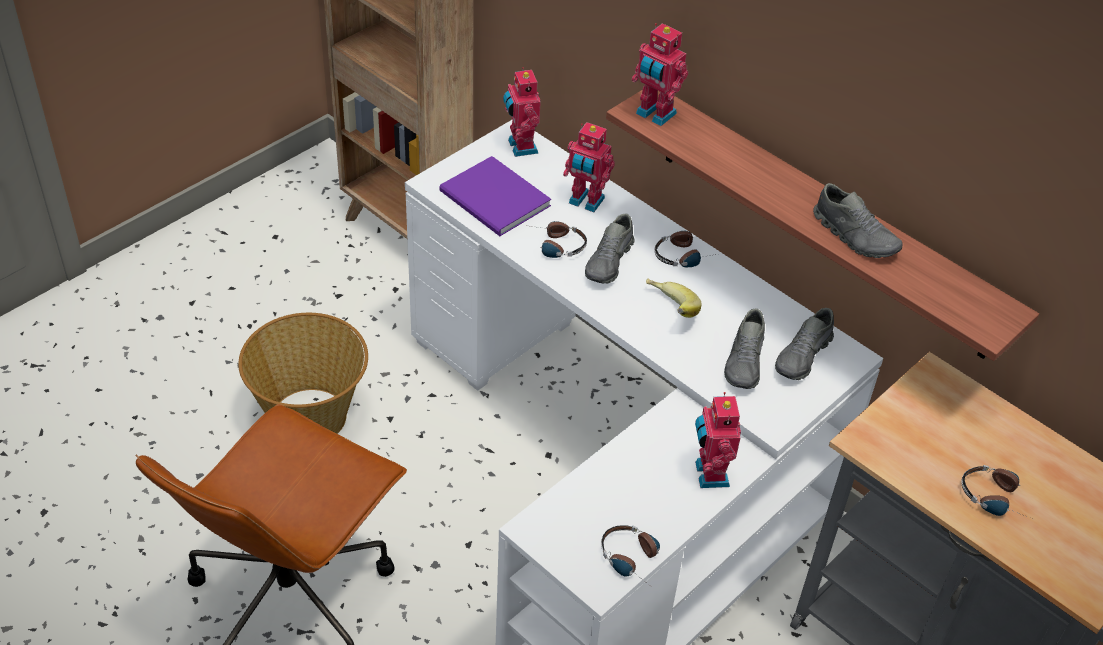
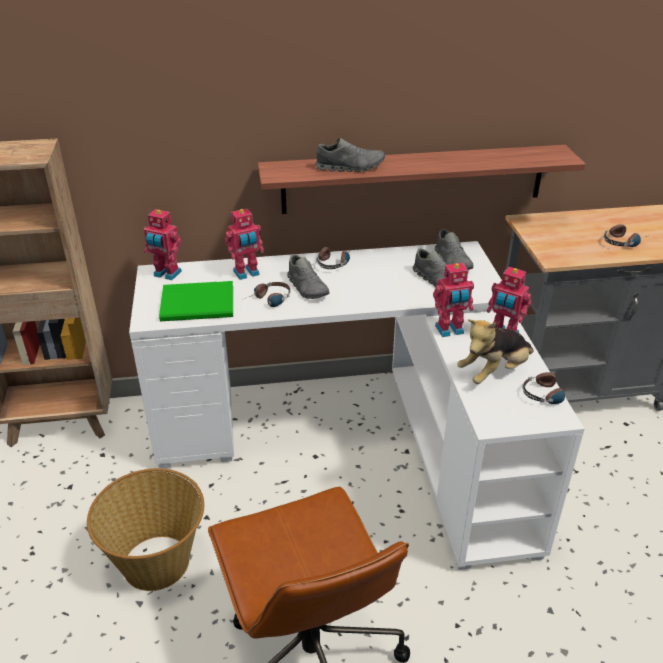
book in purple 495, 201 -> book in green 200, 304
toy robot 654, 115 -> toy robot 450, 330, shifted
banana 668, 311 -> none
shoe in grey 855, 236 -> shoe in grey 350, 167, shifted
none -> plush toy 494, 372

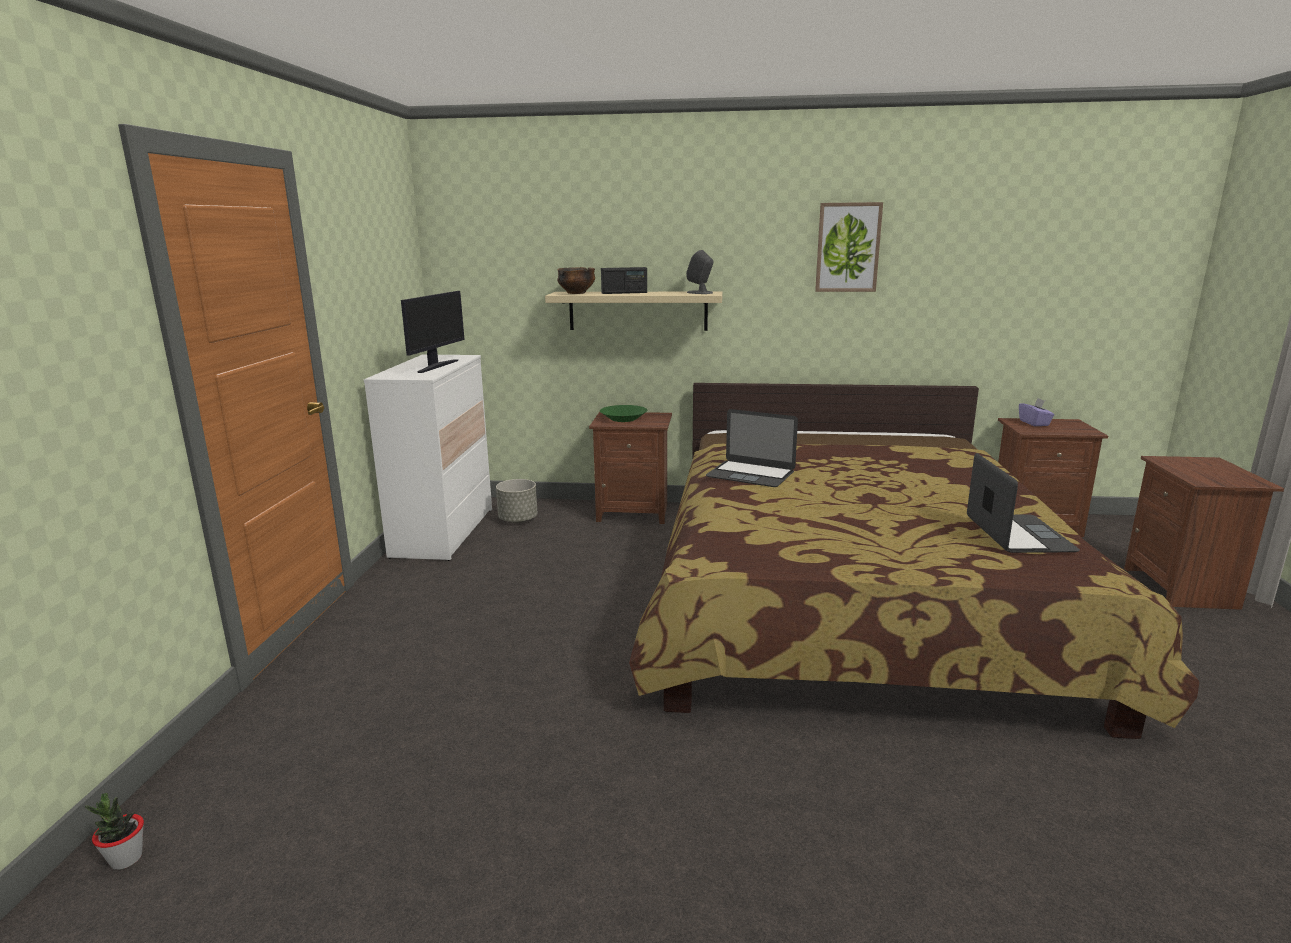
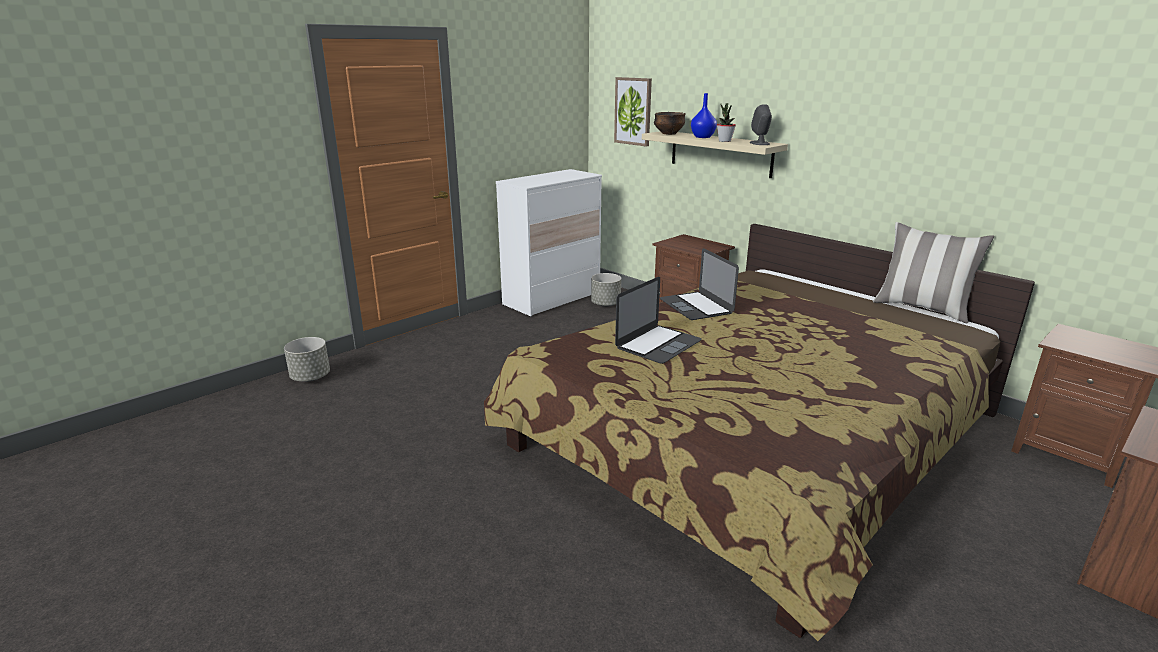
potted plant 126, 859 -> potted plant 724, 141, shifted
monitor 436, 366 -> none
bowl in green 624, 419 -> none
radio 624, 293 -> vase in blue 703, 137
picture 848, 247 -> picture 633, 111, shifted
laptop 1018, 534 -> laptop 658, 344, shifted
tissue box in purple 1034, 423 -> none
none -> planter in grey 311, 377
none -> pillow 922, 309

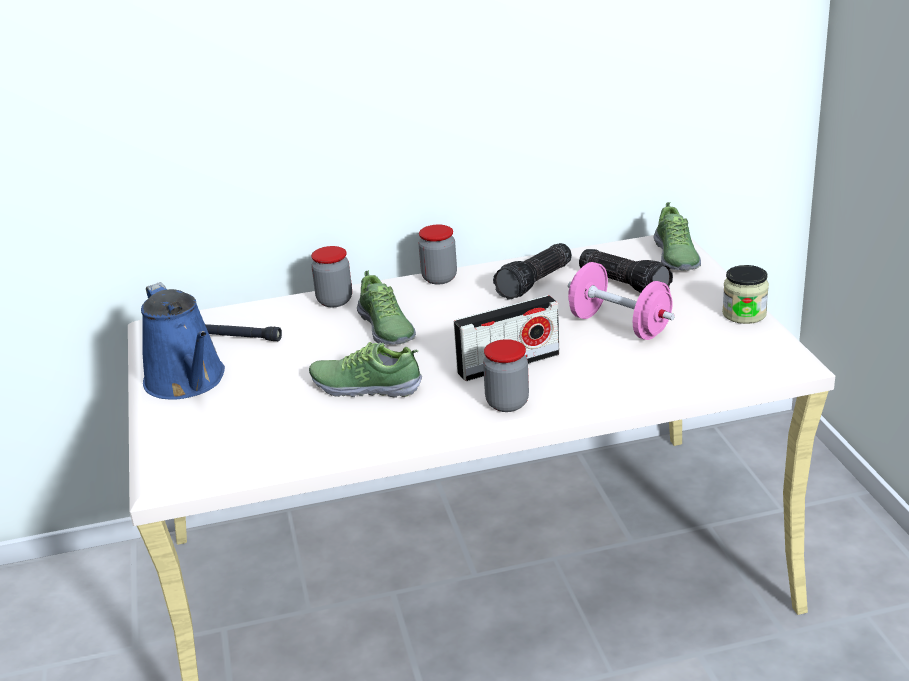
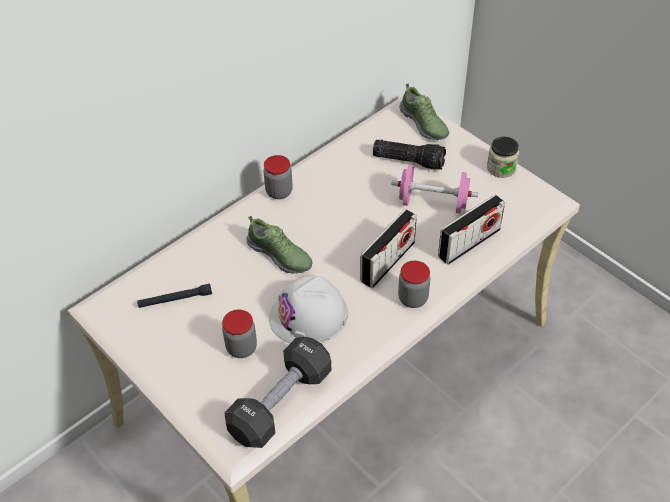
watering can in blue 187, 382 -> none
shoe 366, 386 -> hard hat in white 309, 316
jar 334, 301 -> jar 241, 348, shifted
flashlight 536, 283 -> none
none -> dumbbell in black 280, 403
none -> radio 469, 243

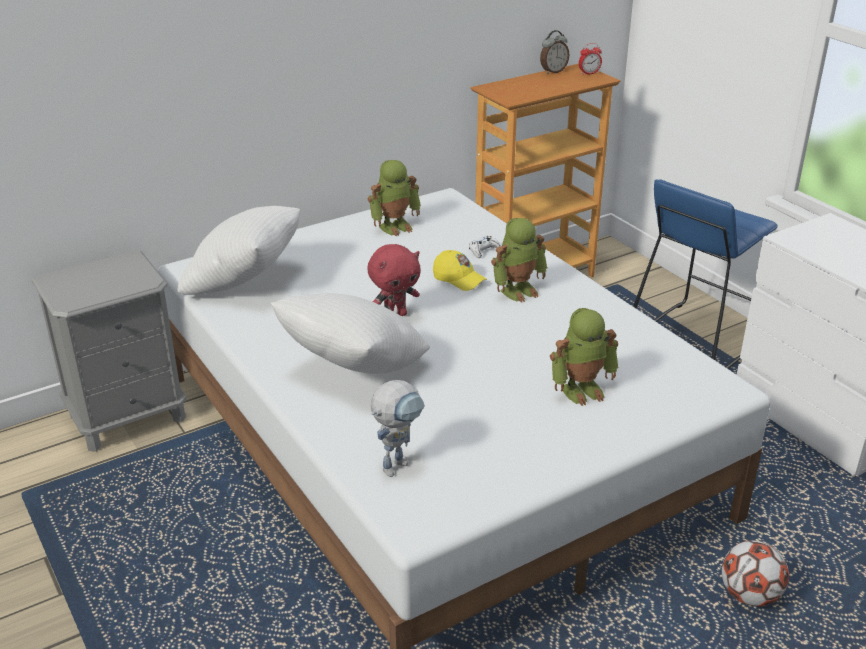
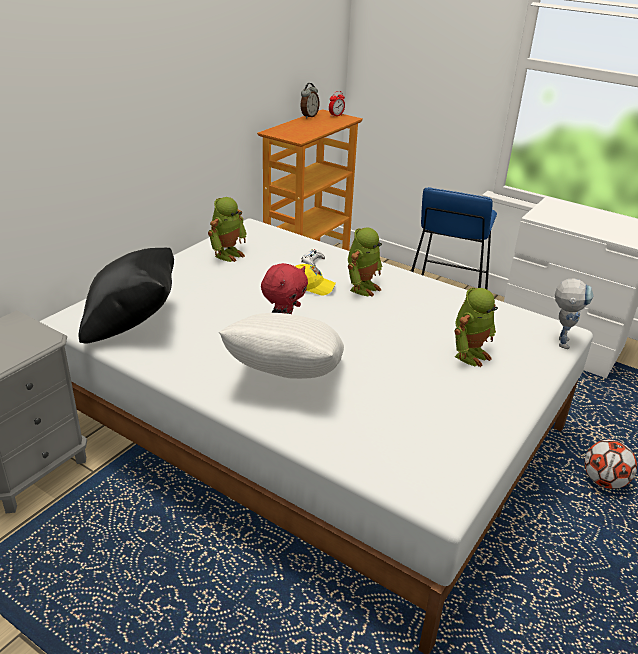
pillow in white 245, 282 -> pillow in black 132, 322
toy robot 398, 462 -> toy robot 561, 340, shifted

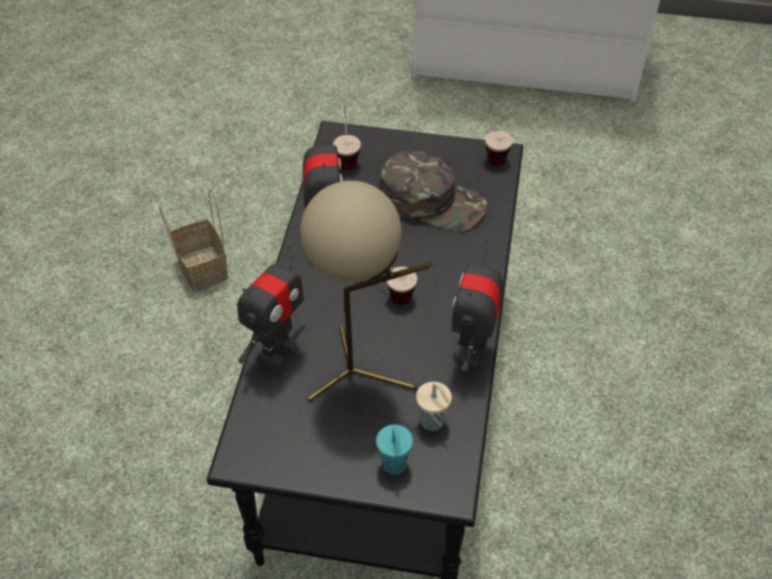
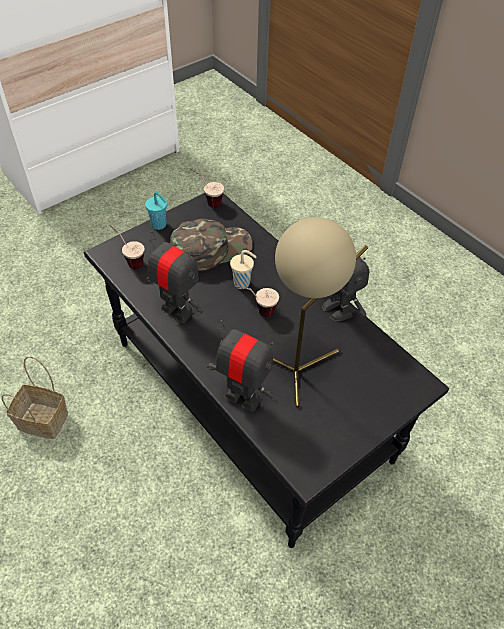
toy robot 277, 351 -> toy robot 243, 397, 45 degrees counterclockwise
cup in turquoise 394, 466 -> cup in turquoise 159, 225, shifted
cup in beige 433, 422 -> cup in beige 243, 283, shifted

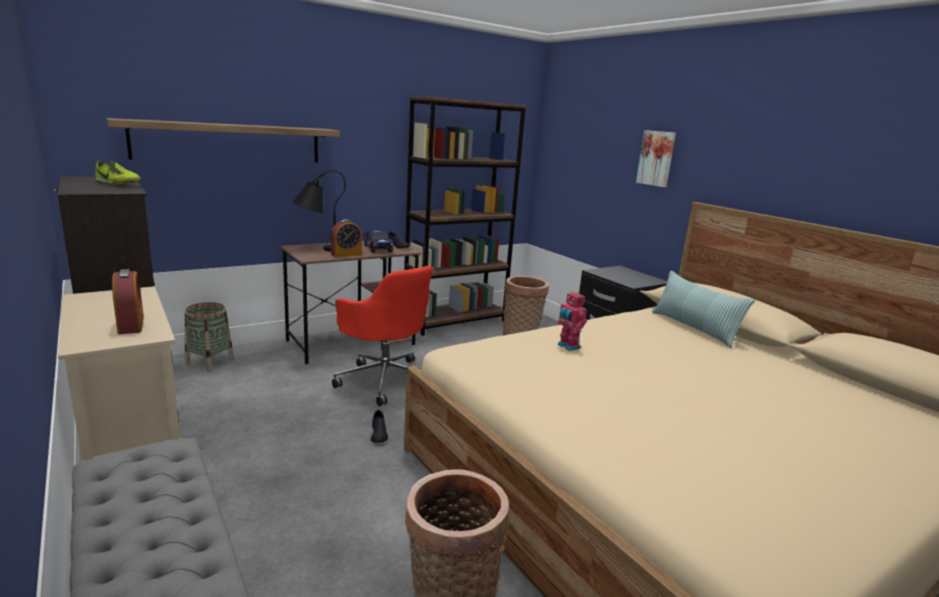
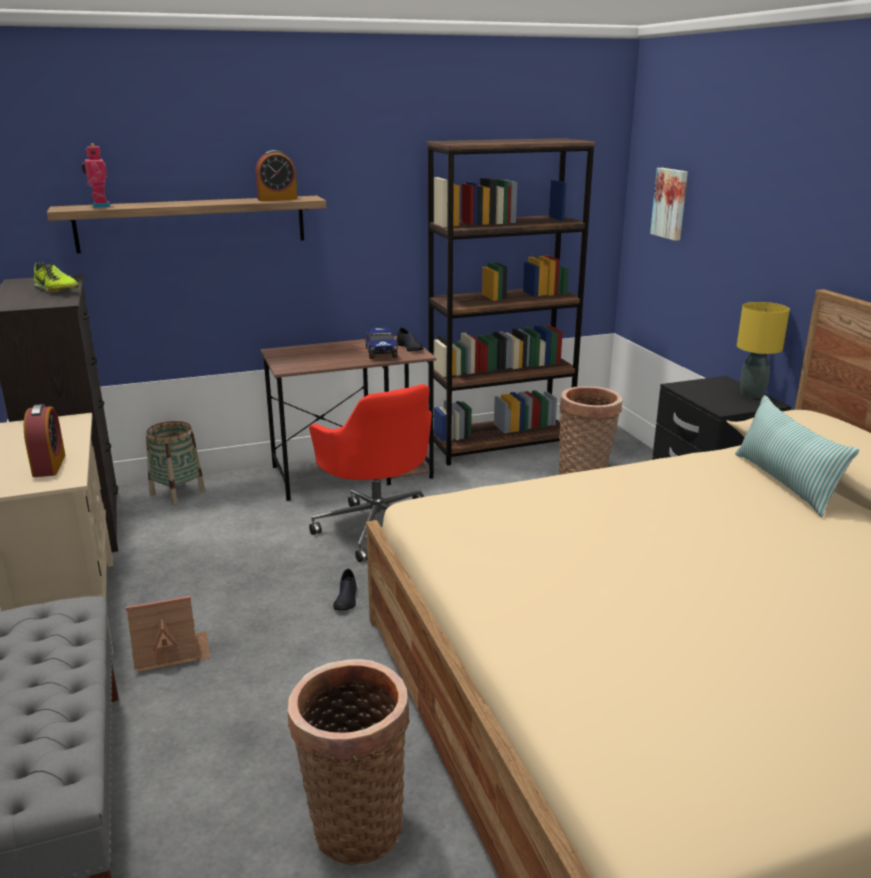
table lamp in black 319, 249 -> none
alarm clock 346, 254 -> alarm clock 277, 199, shifted
toy robot 567, 347 -> toy robot 100, 206, shifted
picture 656, 158 -> picture 671, 203, shifted
none -> toy house 171, 652
none -> table lamp in yellow 751, 394

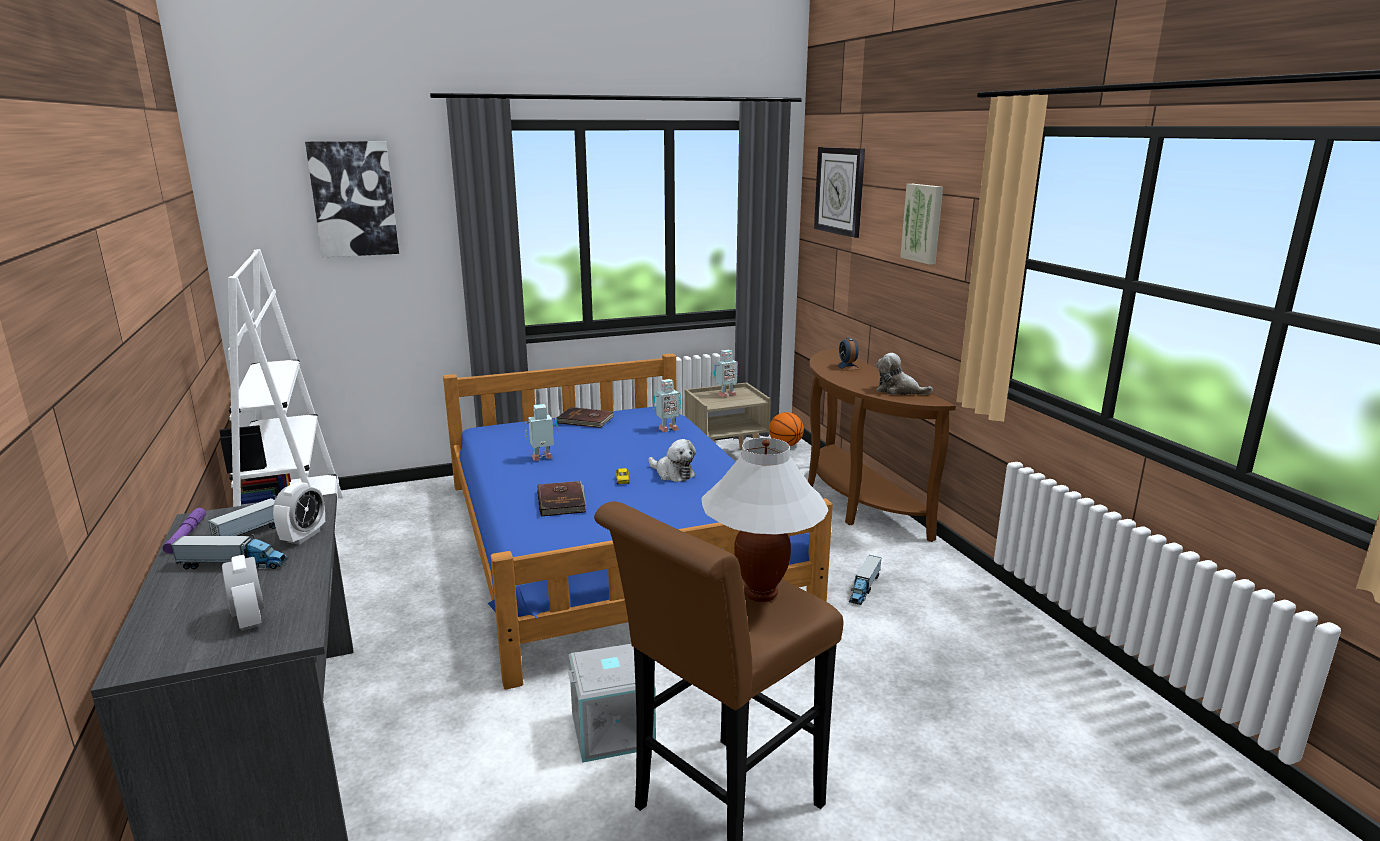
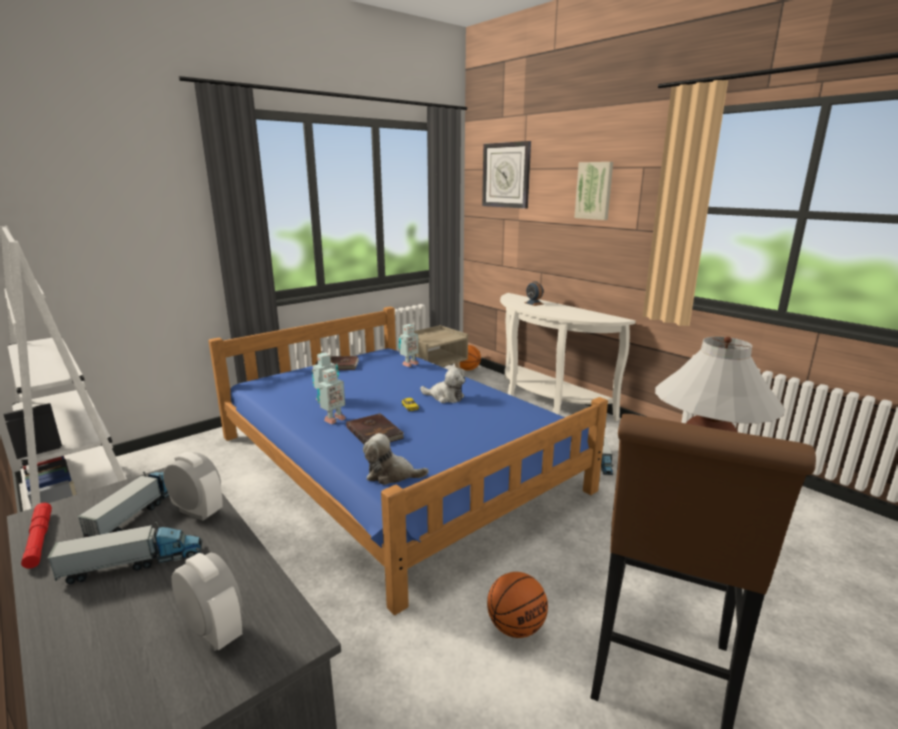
flashlight in purple 186, 535 -> flashlight in red 39, 539
alarm clock 304, 536 -> alarm clock 198, 511, 60 degrees counterclockwise
picture 353, 199 -> none
storage box in grey 613, 729 -> basketball 515, 627
toy robot 725, 395 -> toy robot 333, 420, shifted
console table in brown 853, 502 -> console table in white 545, 402
plush toy 898, 391 -> plush toy 391, 475, shifted

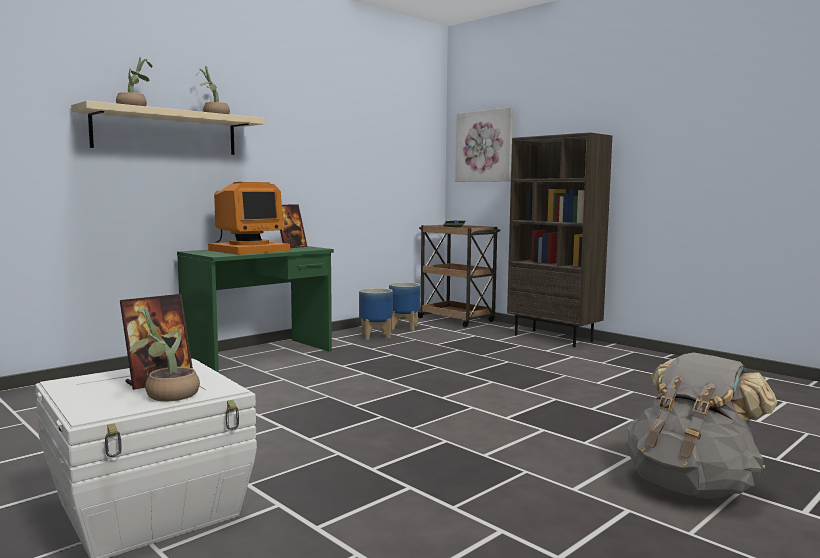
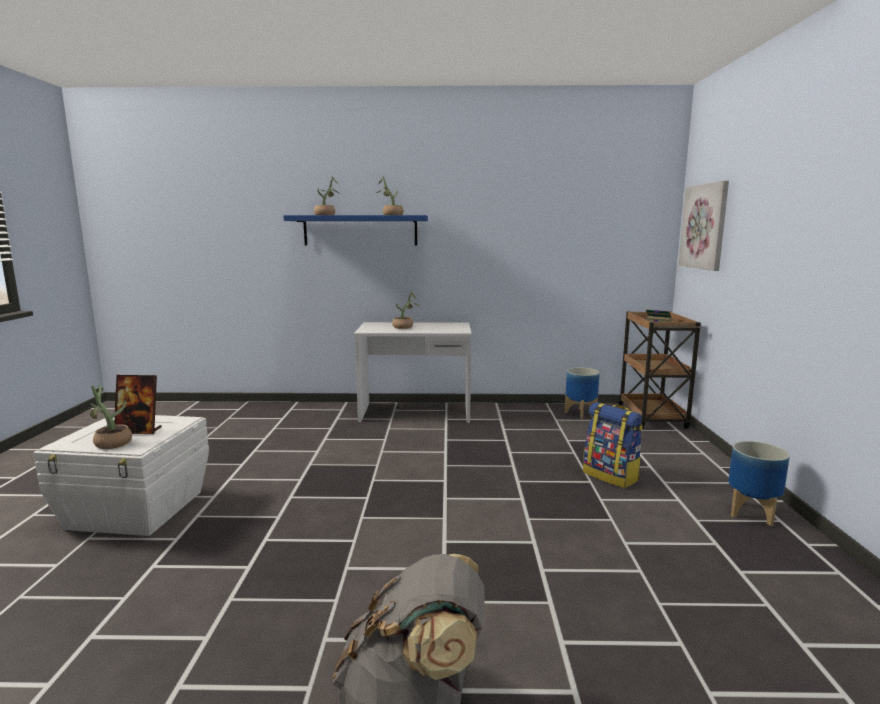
shelf in beige 166, 132 -> shelf in blue 360, 230
desk in green 260, 355 -> desk in white 415, 413
monitor 248, 250 -> potted plant 405, 327
picture frame 291, 247 -> none
planter 376, 336 -> planter 752, 513, shifted
bookcase in brown 554, 338 -> none
none -> backpack 611, 476

